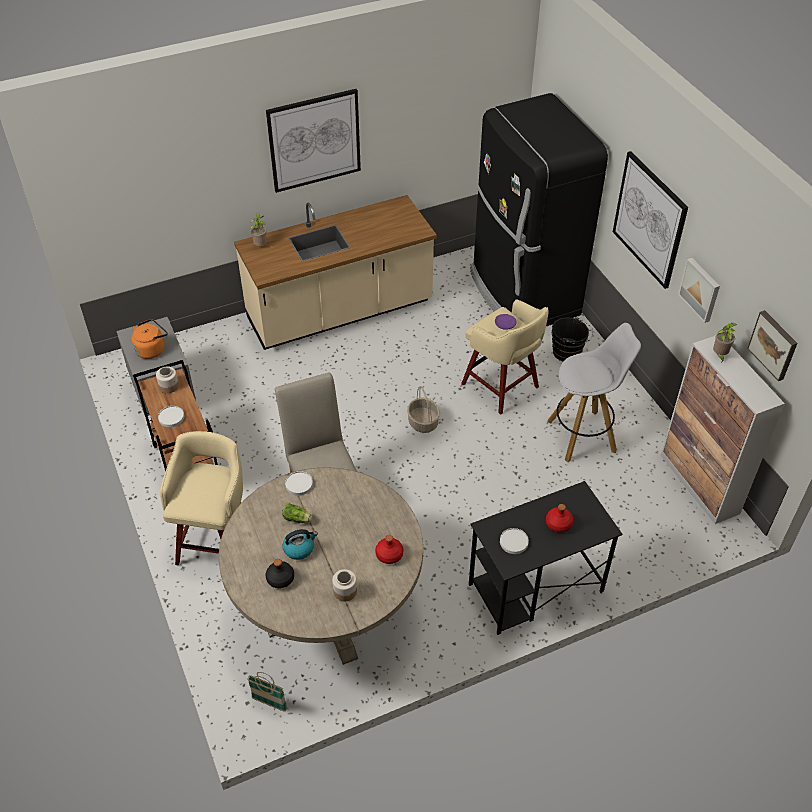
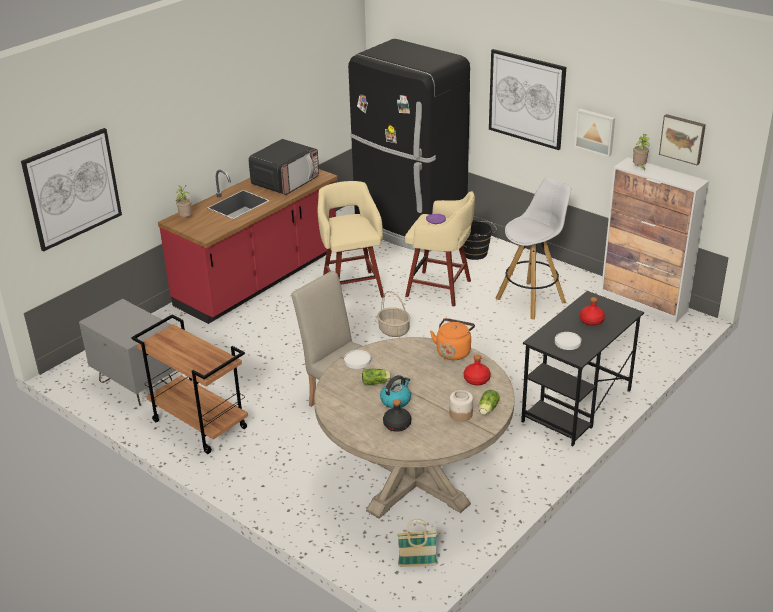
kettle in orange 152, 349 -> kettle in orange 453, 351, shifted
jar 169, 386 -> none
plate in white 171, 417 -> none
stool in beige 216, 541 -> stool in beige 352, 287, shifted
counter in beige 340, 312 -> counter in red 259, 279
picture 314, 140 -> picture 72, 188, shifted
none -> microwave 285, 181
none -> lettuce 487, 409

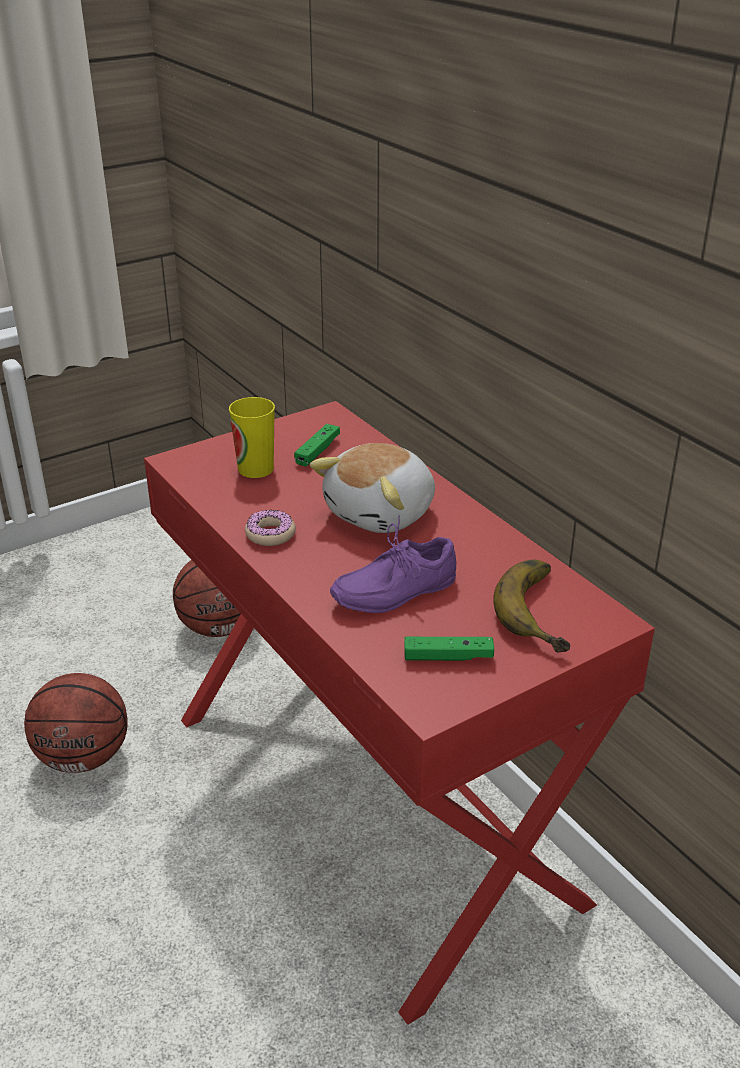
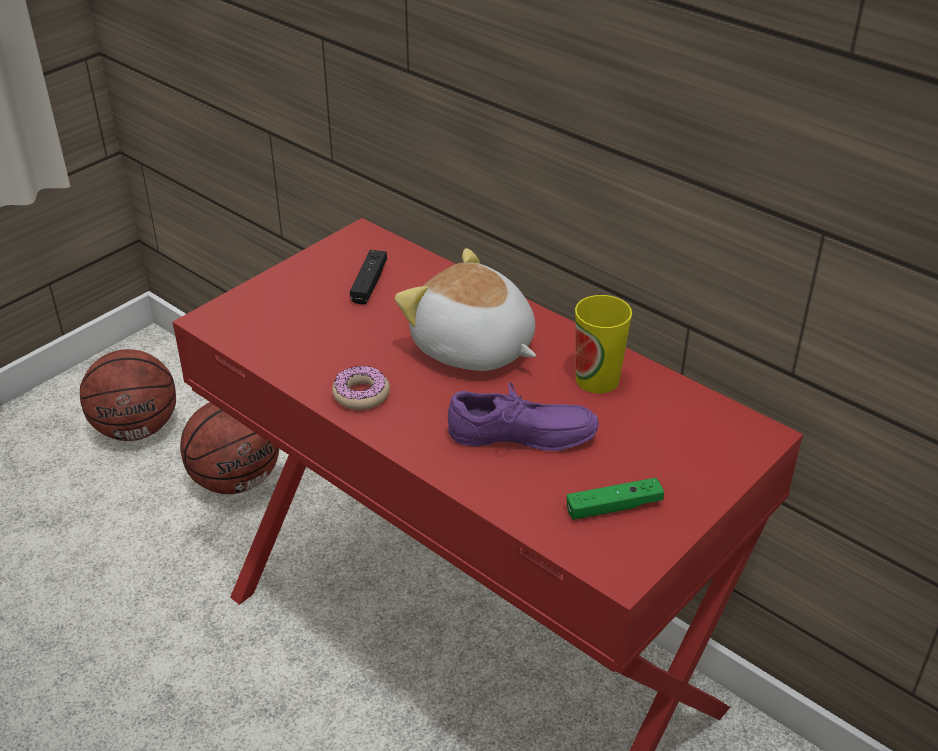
basketball 84, 757 -> basketball 137, 429, shifted
cup 256, 469 -> cup 597, 379, shifted
game controller in green 317, 451 -> game controller in black 369, 283
plush toy 382, 513 -> plush toy 473, 348, 105 degrees clockwise
shoe in purple 392, 590 -> shoe in purple 522, 439, 135 degrees counterclockwise
banana 545, 610 -> none

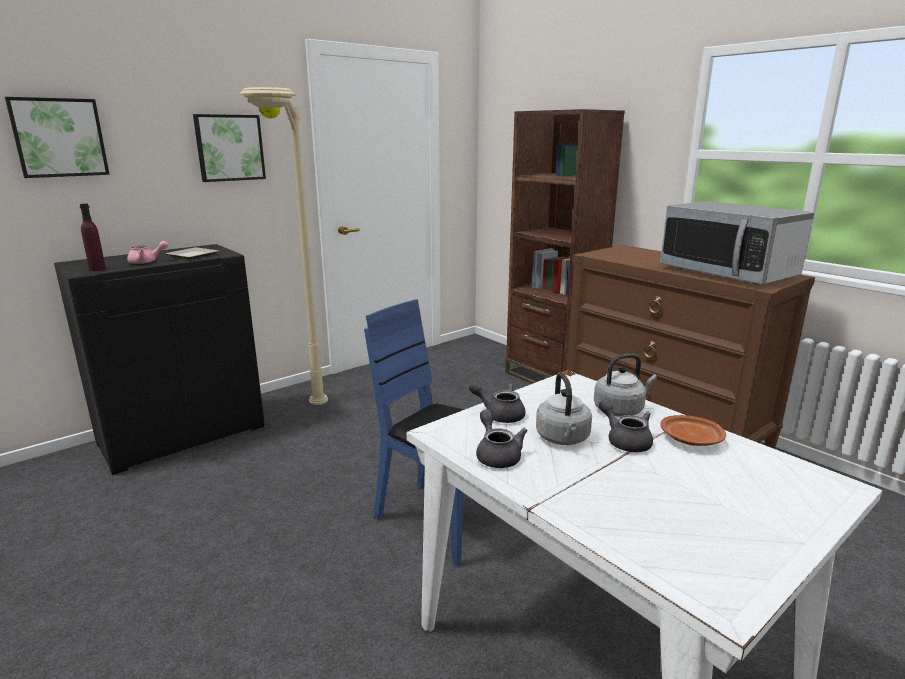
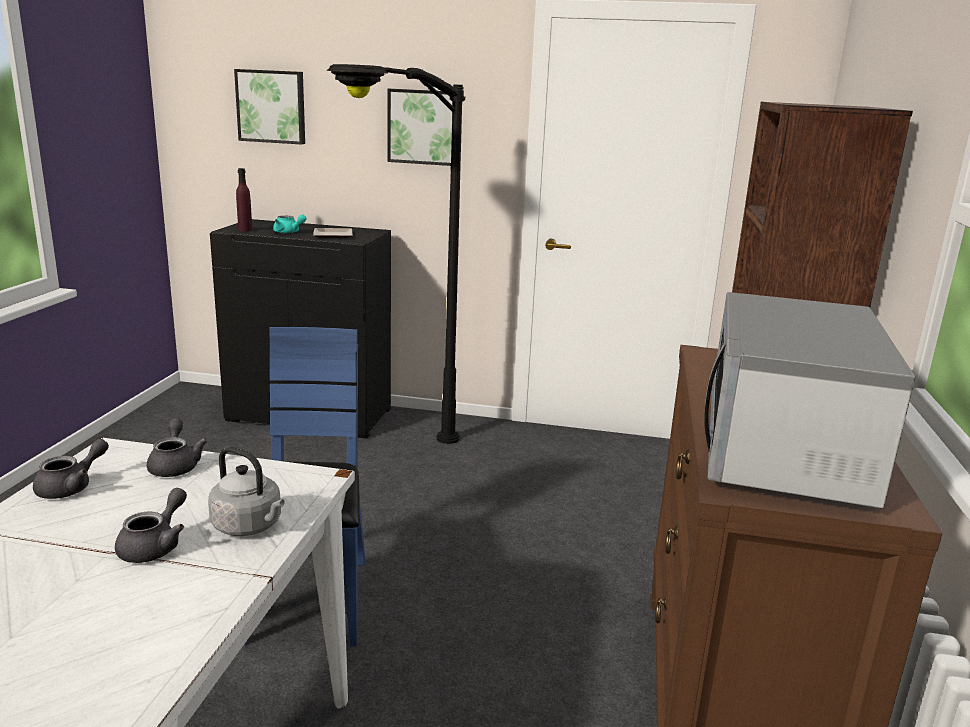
teapot in pink 147, 262 -> teapot in turquoise 288, 232
floor lamp in beige 307, 429 -> floor lamp in black 388, 459
kettle in grey 563, 439 -> none
plate in brown 692, 440 -> none

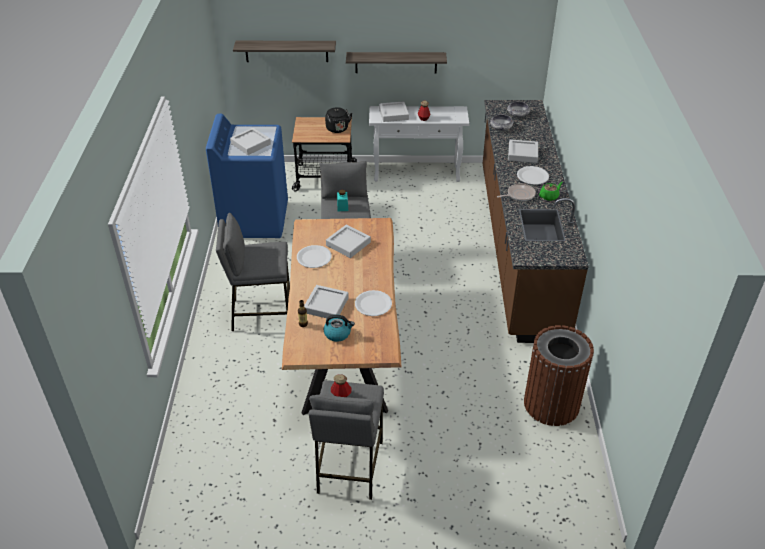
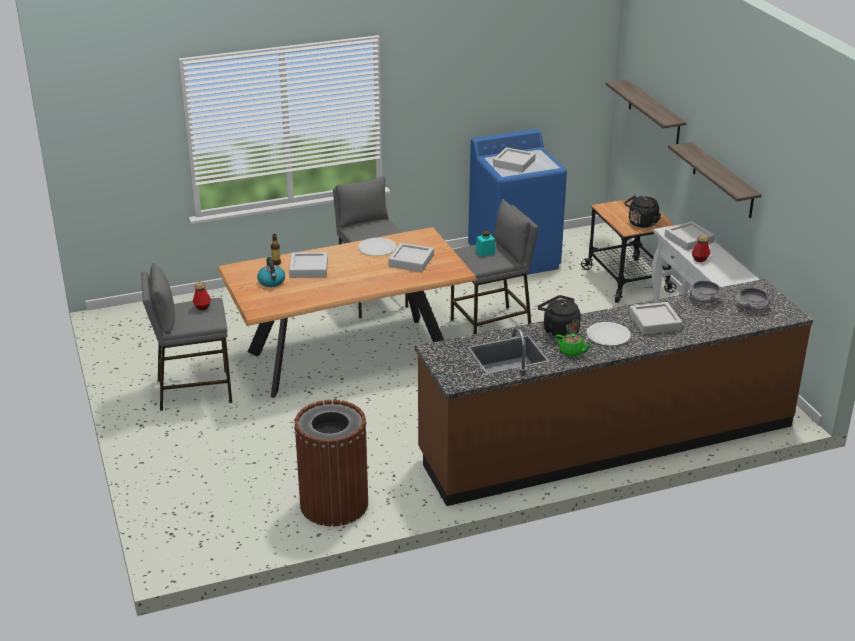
plate in white 373, 304 -> none
frying pan 519, 195 -> kettle in black 558, 331

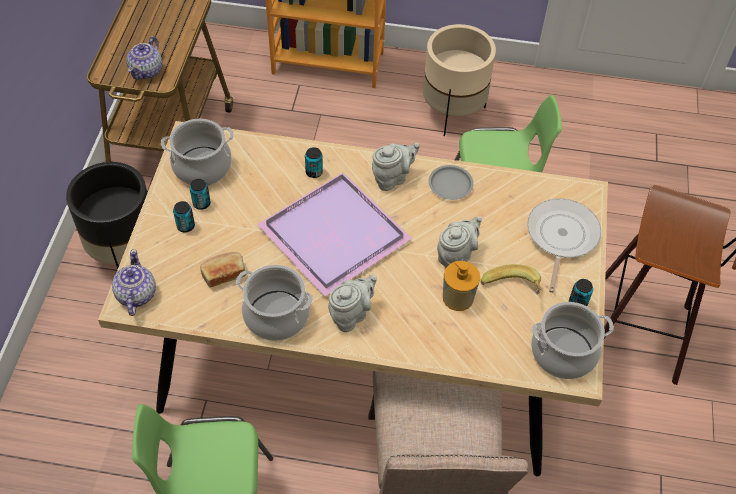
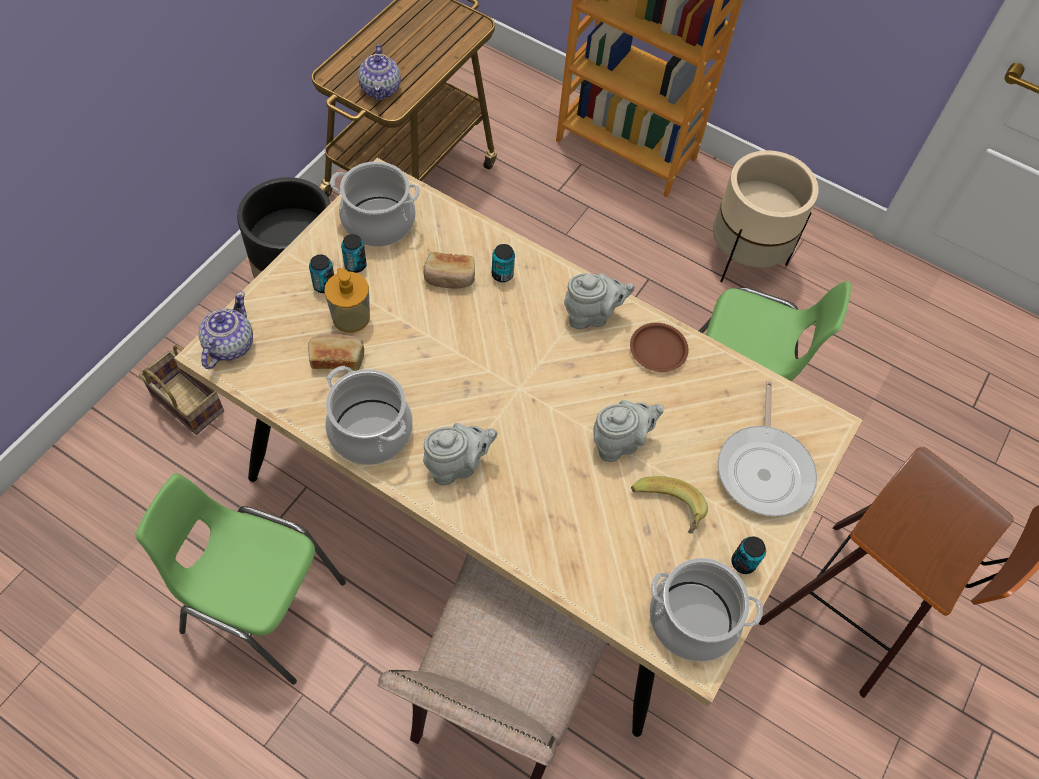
teapot 147, 71 -> teapot 381, 89, 45 degrees counterclockwise
tray in purple 334, 237 -> none
plate in grey 450, 185 -> plate in brown 658, 350
soap dispenser 458, 297 -> soap dispenser 351, 317, shifted
frying pan 561, 237 -> frying pan 764, 469, 150 degrees clockwise
none -> basket 185, 403
none -> bread 449, 278

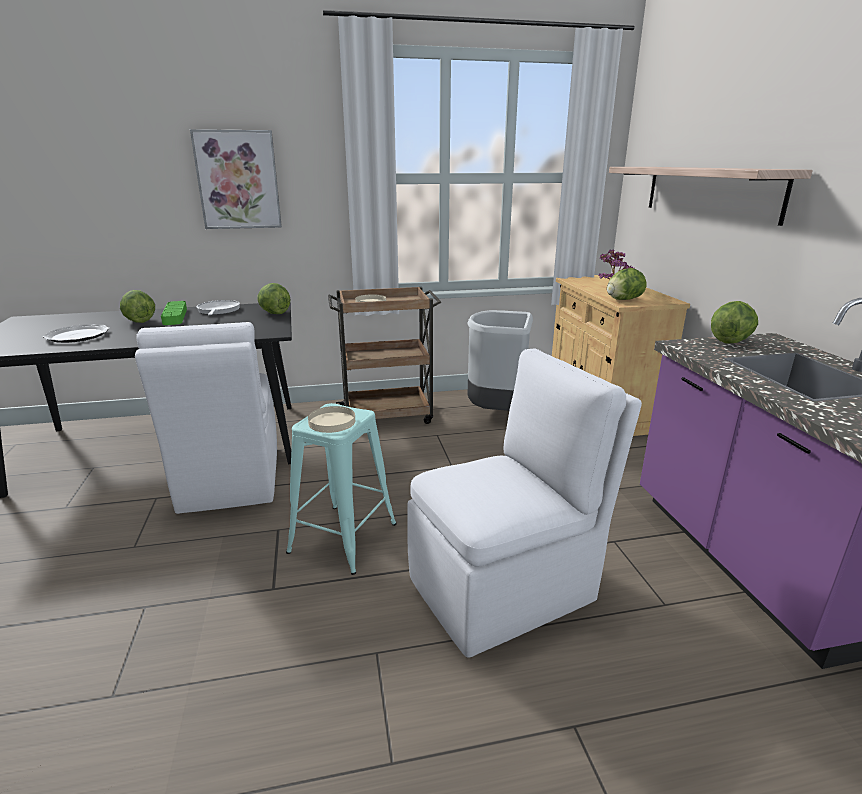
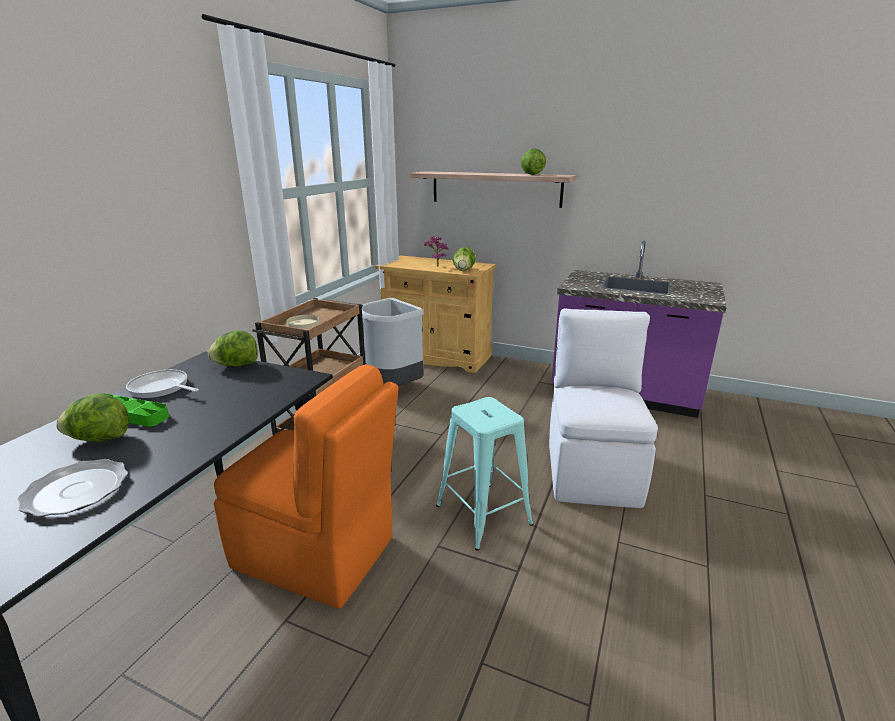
chair in white 230, 480 -> chair in orange 317, 554
picture 238, 180 -> none
plate in beige 331, 422 -> none
lettuce 729, 341 -> lettuce 531, 174, shifted

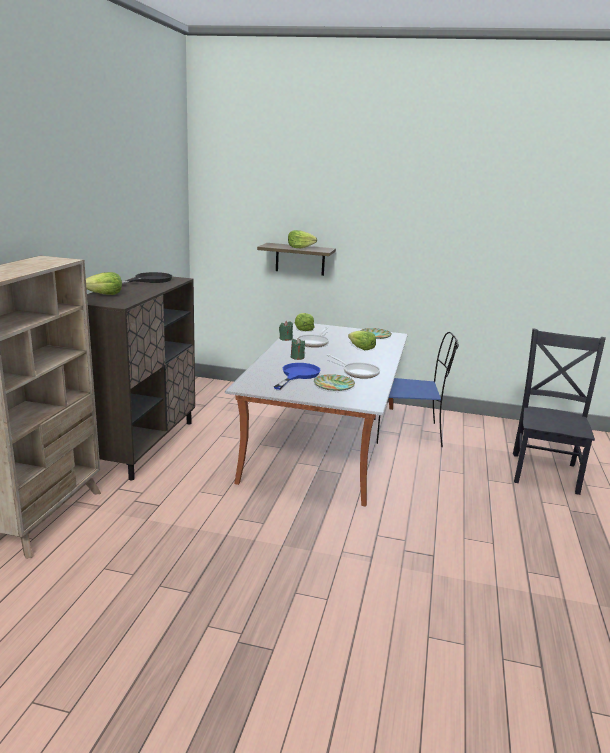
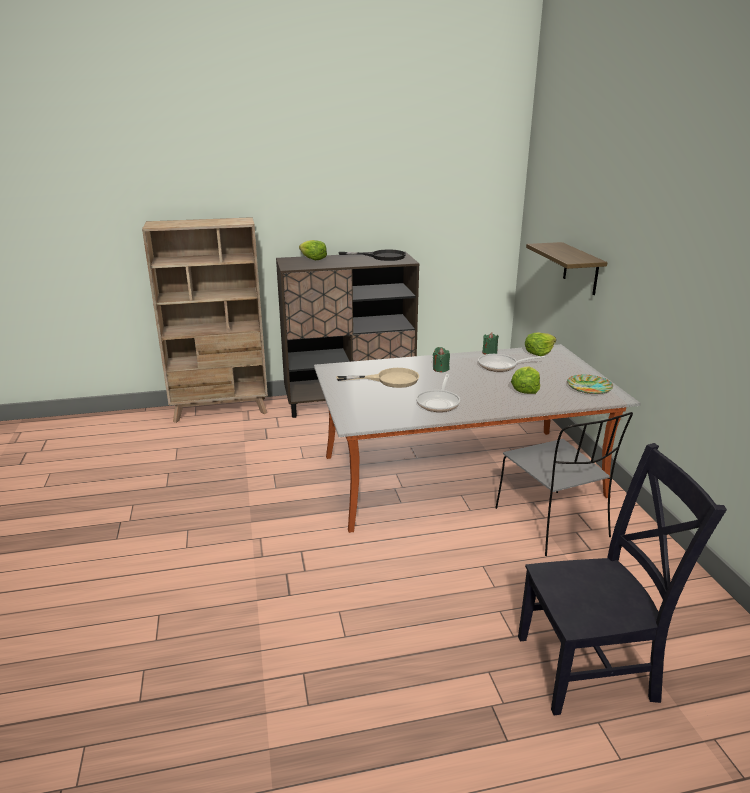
frying pan in blue 297, 375 -> frying pan in beige 389, 380
lettuce 300, 247 -> none
plate 334, 385 -> none
chair in blue 409, 433 -> chair in grey 553, 524

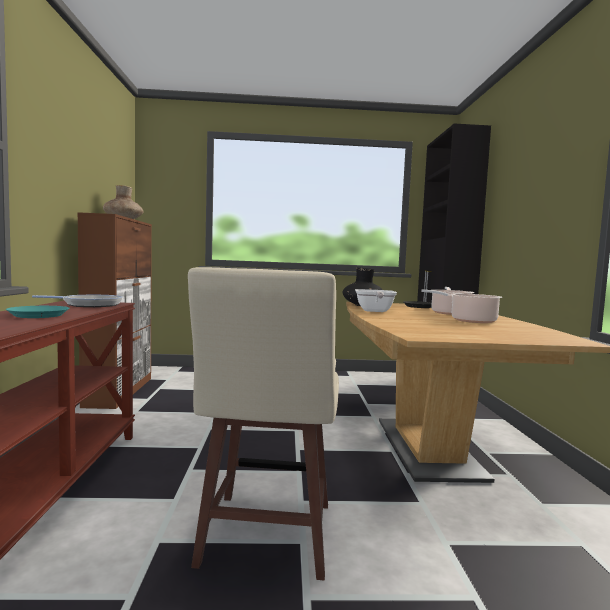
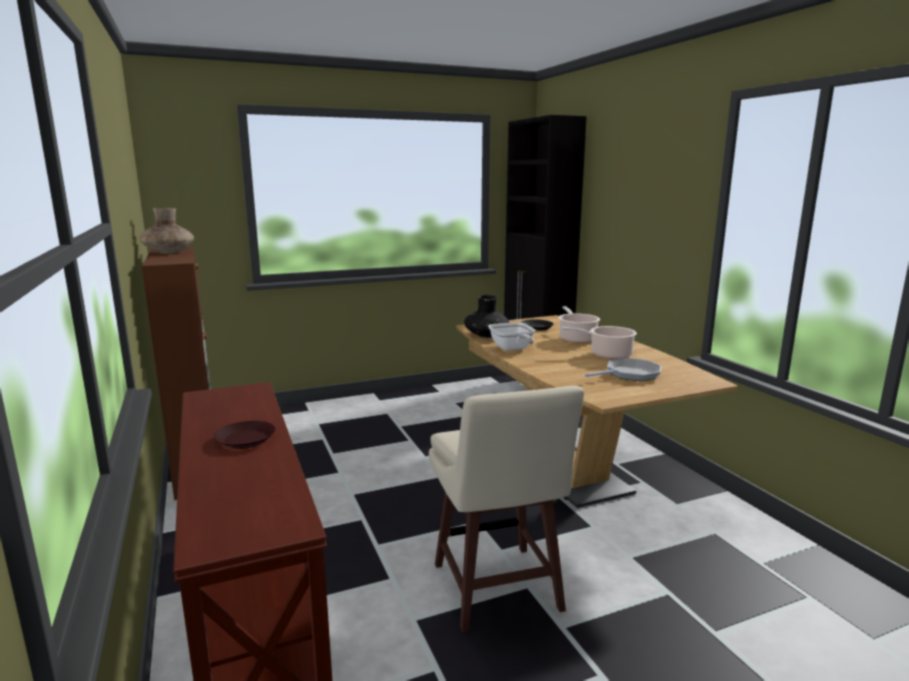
plate in turquoise 38, 315 -> plate in brown 245, 439
frying pan 89, 304 -> frying pan 630, 374, shifted

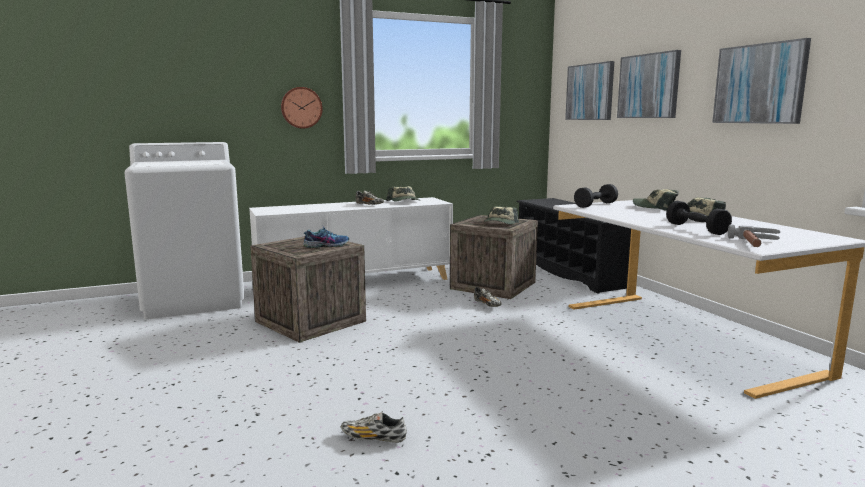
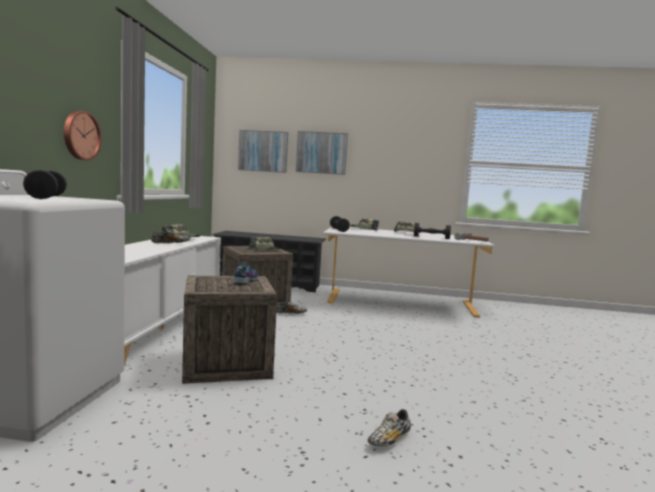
shoe 373, 438 -> shoe 389, 440, shifted
picture 759, 84 -> none
none -> dumbbell in black 46, 197

